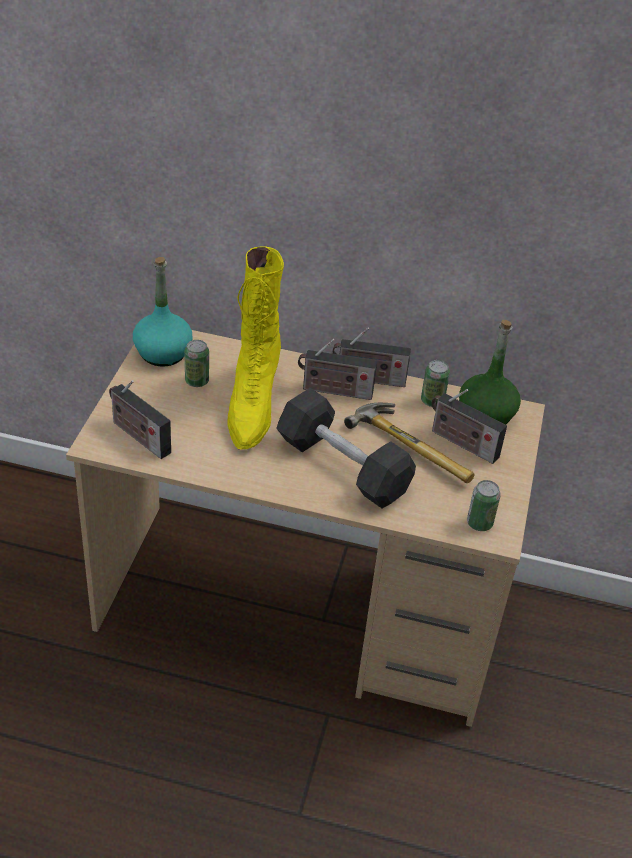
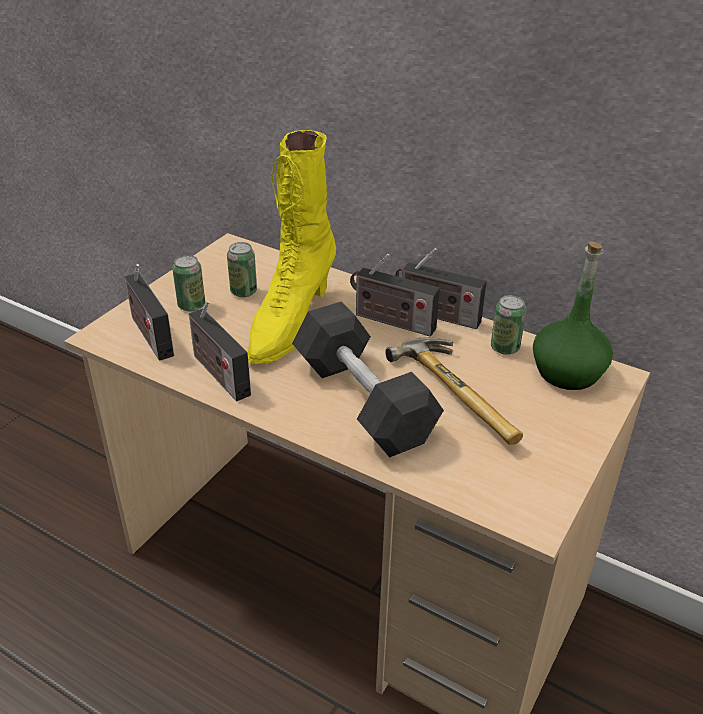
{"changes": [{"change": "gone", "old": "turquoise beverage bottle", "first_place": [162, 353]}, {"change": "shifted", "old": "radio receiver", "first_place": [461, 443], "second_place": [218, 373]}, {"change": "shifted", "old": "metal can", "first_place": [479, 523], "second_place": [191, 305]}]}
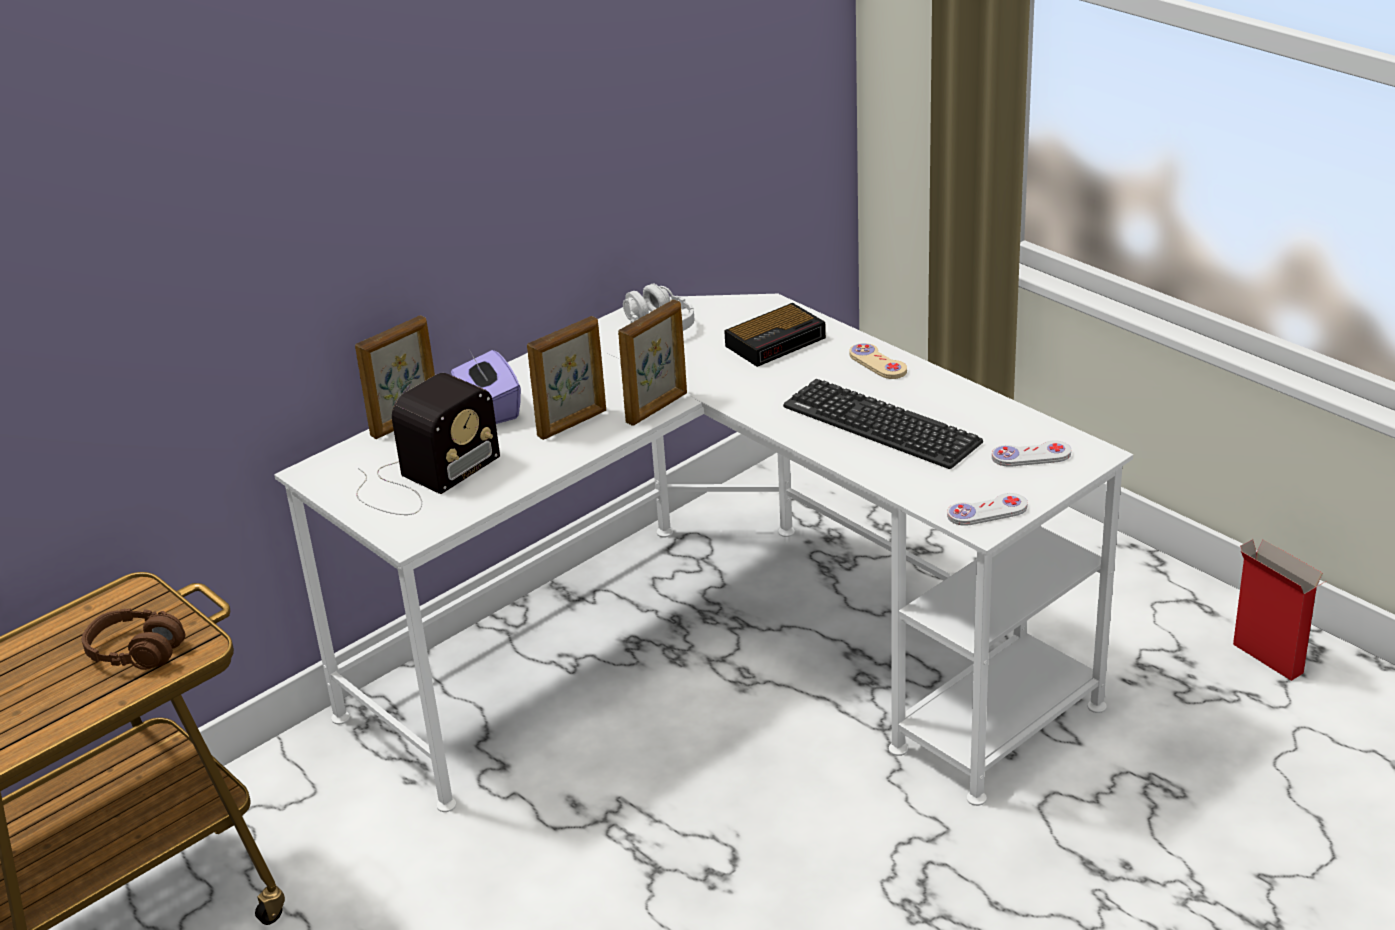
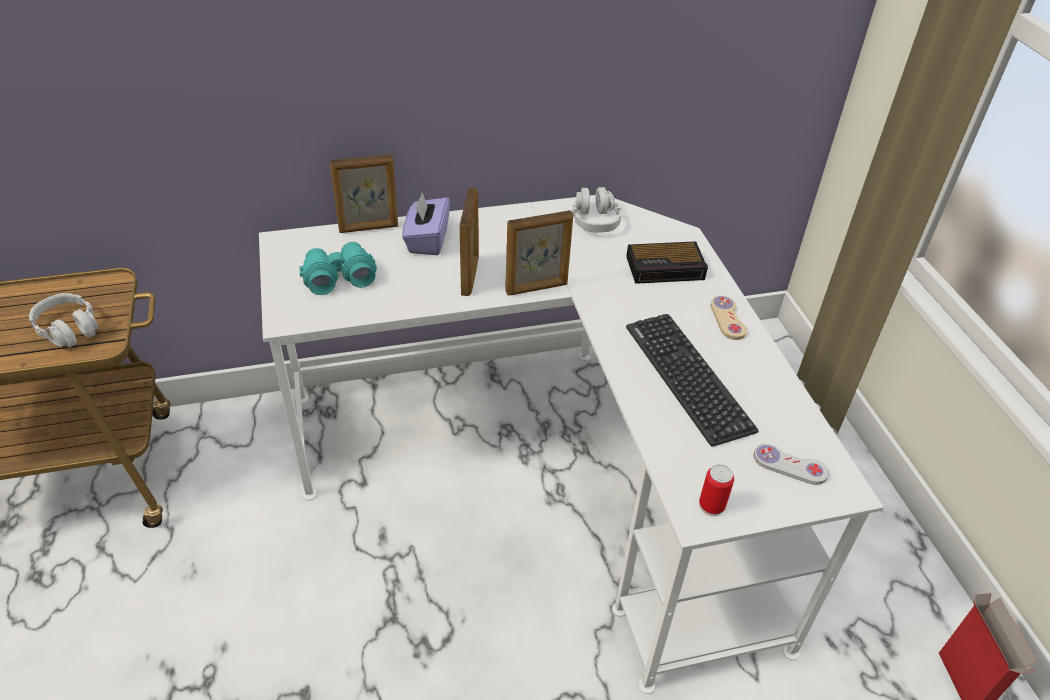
{"changes": [{"change": "rotated", "old": "picture frame", "first_place": [573, 424], "second_place": [470, 276], "degrees": -75}, {"change": "swapped", "old": "radio receiver", "new": "turquoise field glasses", "first_place": [423, 478], "second_place": [338, 277]}, {"change": "swapped", "old": "white-coloured game controller", "new": "metal can", "first_place": [987, 511], "second_place": [711, 505]}, {"change": "repainted", "old": "brown-coloured headset", "new": "greyish headset", "first_place": [137, 652], "second_place": [69, 329]}]}
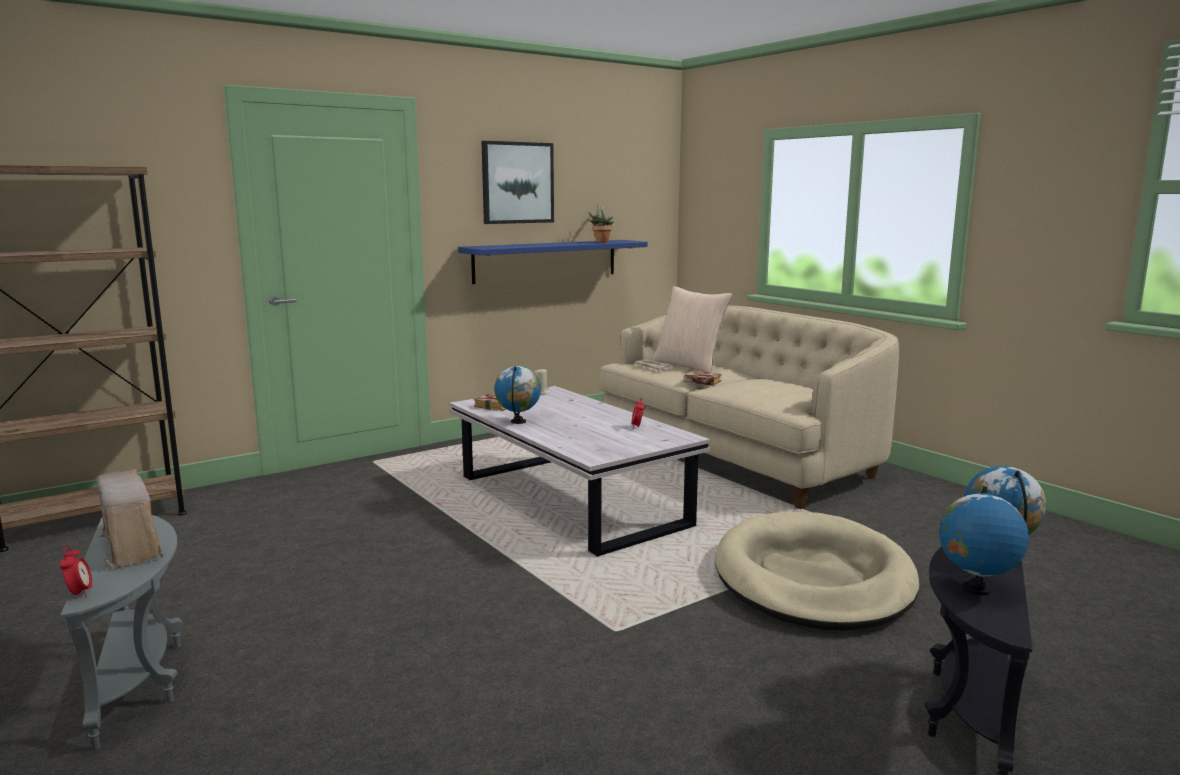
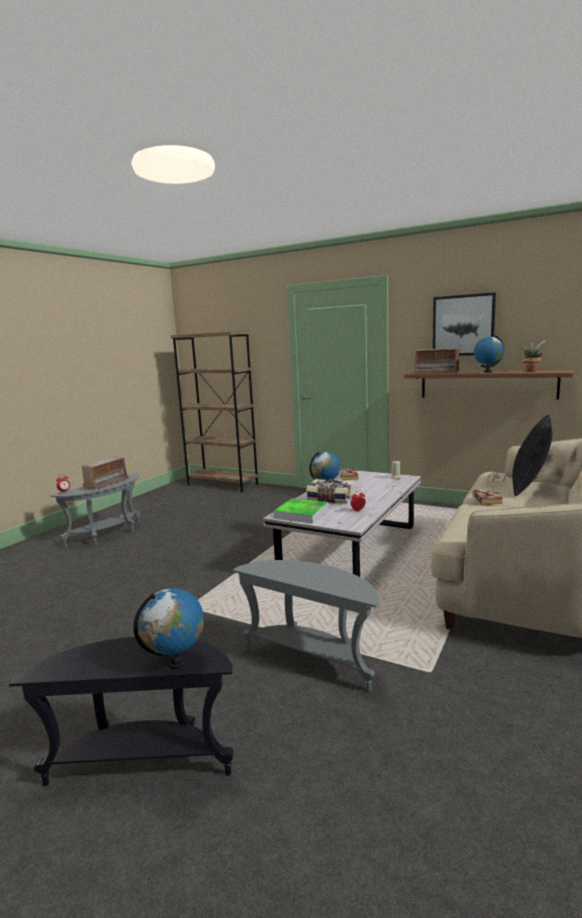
{"changes": [{"change": "repainted", "old": "blue-coloured wall shelf", "new": "brown-coloured wall shelf", "first_place": [546, 261], "second_place": [487, 384]}, {"change": "repainted", "old": "sand-coloured pillow", "new": "black-coloured pillow", "first_place": [689, 365], "second_place": [529, 487]}, {"change": "shifted", "old": "world globe", "first_place": [975, 589], "second_place": [487, 372]}, {"change": "swapped", "old": "sand-coloured dog bed", "new": "greyish end table", "first_place": [813, 579], "second_place": [312, 658]}, {"change": "new", "new": "radio receiver", "second_place": [437, 372]}, {"change": "new", "new": "volume", "second_place": [330, 499]}, {"change": "new", "new": "carrying tray", "second_place": [301, 514]}]}
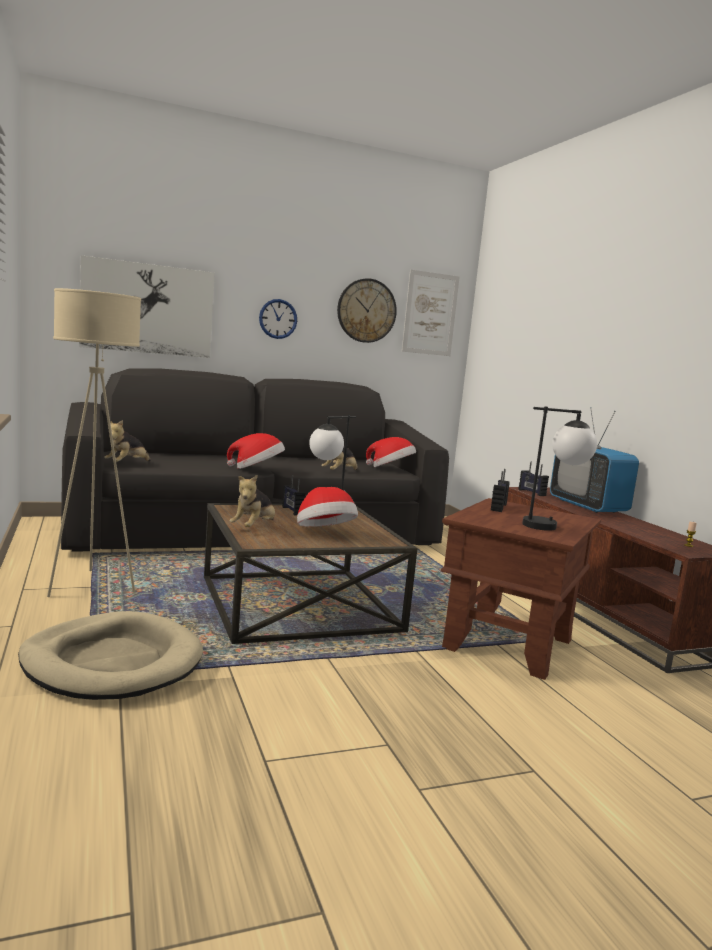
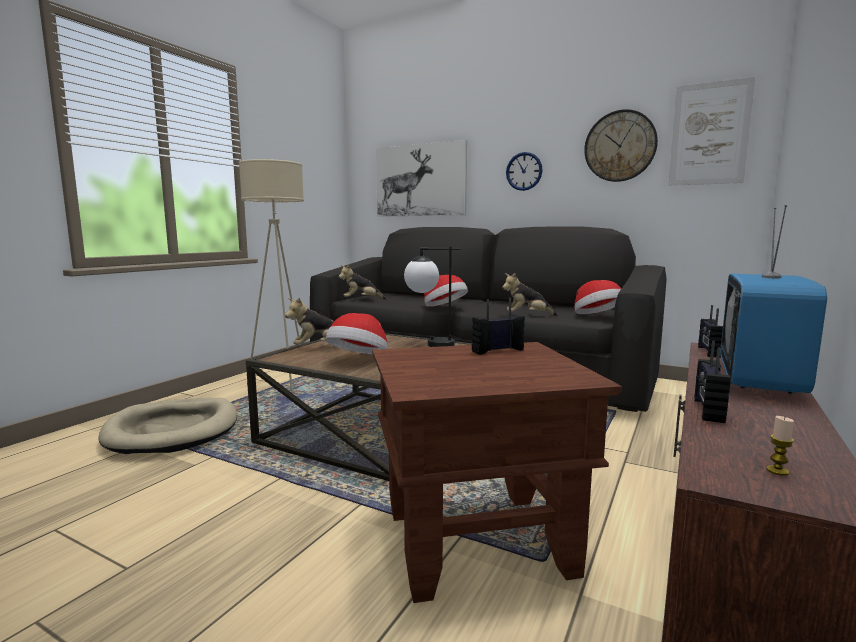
{"changes": [{"change": "gone", "old": "table lamp", "first_place": [552, 526]}, {"change": "shifted", "old": "radio receiver", "first_place": [292, 511], "second_place": [707, 410]}]}
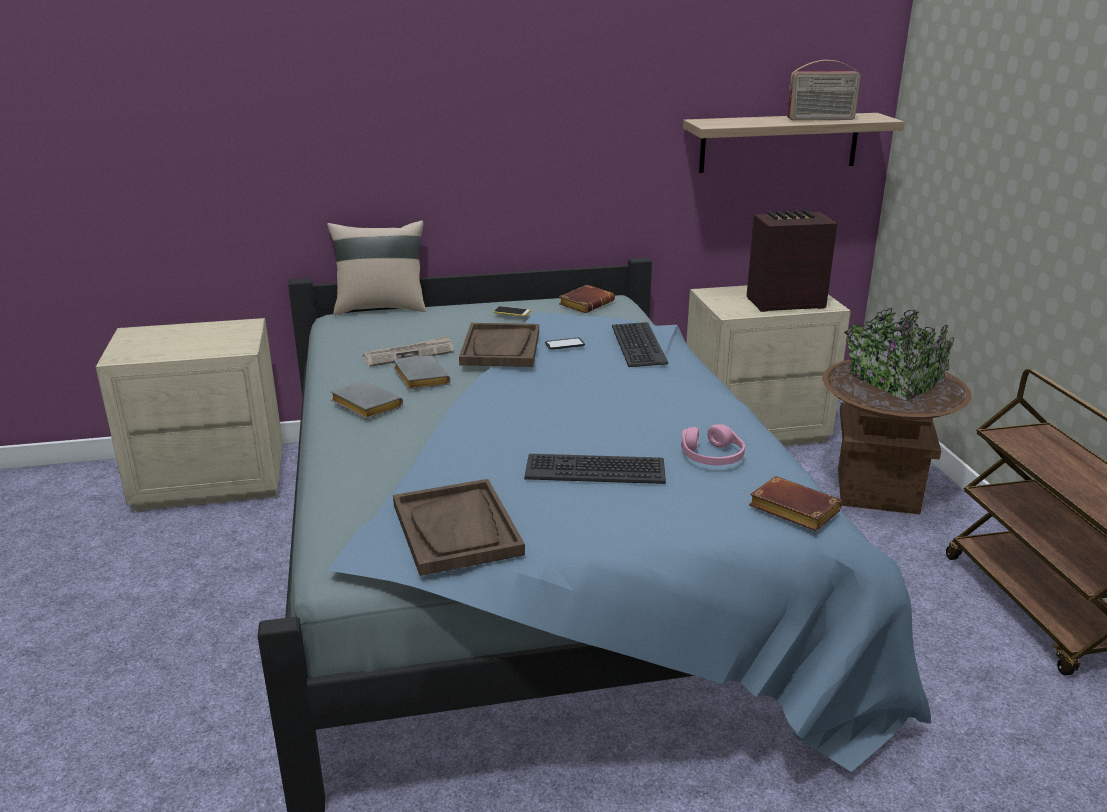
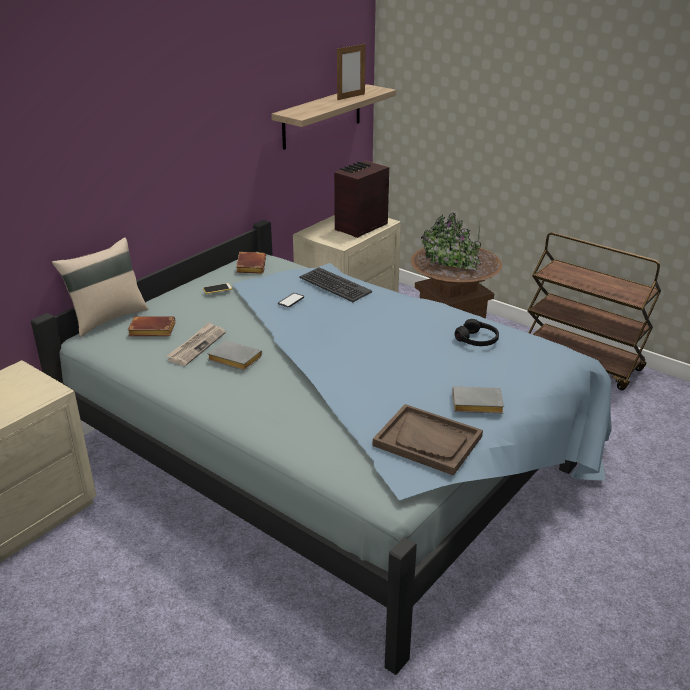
{"changes": [{"change": "swapped", "old": "radio receiver", "new": "picture frame", "first_place": [820, 119], "second_place": [351, 97]}, {"change": "gone", "old": "brown-coloured carrying tray", "first_place": [501, 348]}, {"change": "shifted", "old": "greyish volume", "first_place": [364, 406], "second_place": [475, 405]}, {"change": "repainted", "old": "pink headset", "new": "black-coloured headset", "first_place": [712, 456], "second_place": [477, 340]}, {"change": "gone", "old": "PC keyboard", "first_place": [595, 469]}, {"change": "shifted", "old": "brown-coloured volume", "first_place": [791, 510], "second_place": [151, 331]}]}
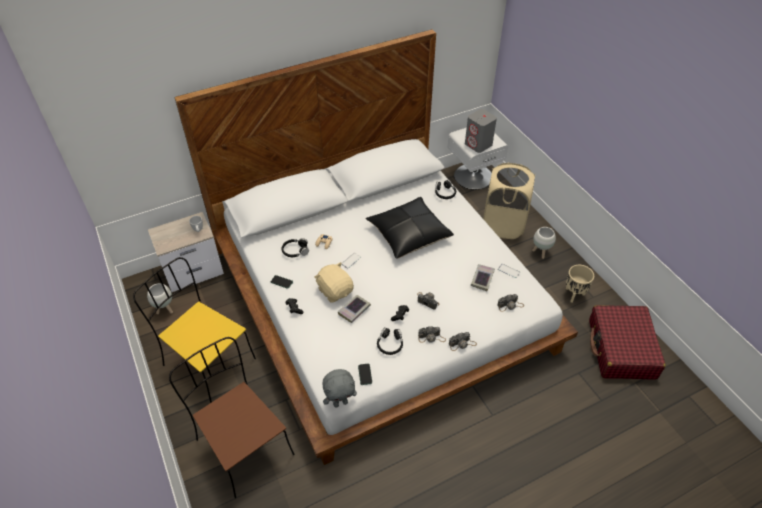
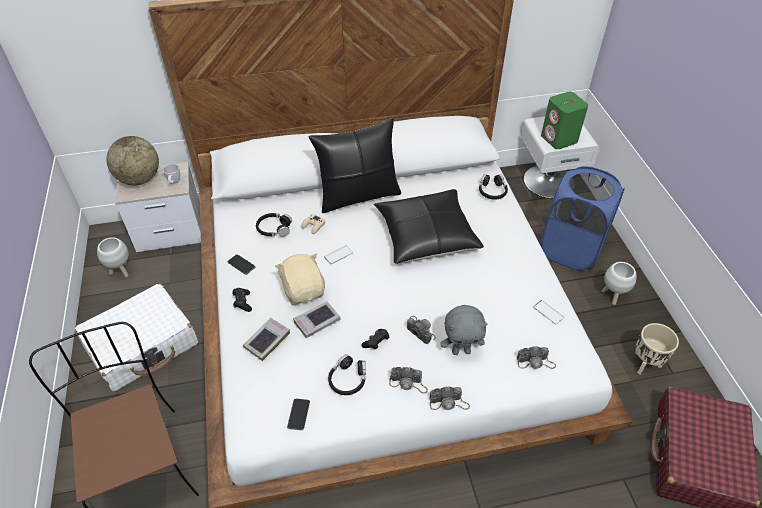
{"changes": [{"change": "repainted", "old": "greyish audio speaker", "new": "green-coloured audio speaker", "first_place": [478, 144], "second_place": [559, 139]}, {"change": "repainted", "old": "sand-coloured washing basket", "new": "blue-coloured washing basket", "first_place": [503, 225], "second_place": [571, 249]}, {"change": "swapped", "old": "yellowish plain chair", "new": "white-coloured travel case", "first_place": [207, 361], "second_place": [143, 345]}, {"change": "shifted", "old": "volume", "first_place": [482, 279], "second_place": [267, 341]}, {"change": "shifted", "old": "greyish cuddly toy", "first_place": [340, 402], "second_place": [461, 351]}, {"change": "new", "new": "black-coloured pillow", "second_place": [358, 196]}, {"change": "new", "new": "world globe", "second_place": [139, 179]}]}
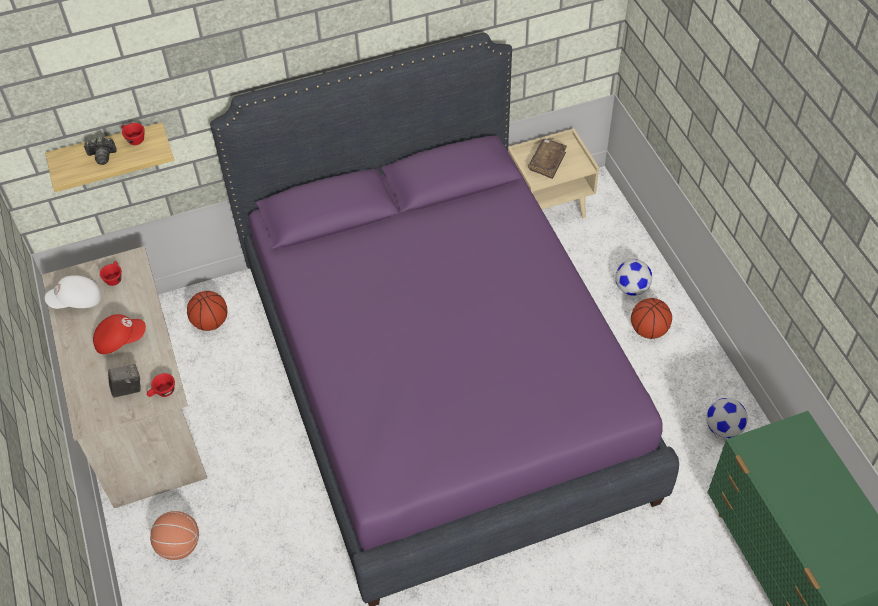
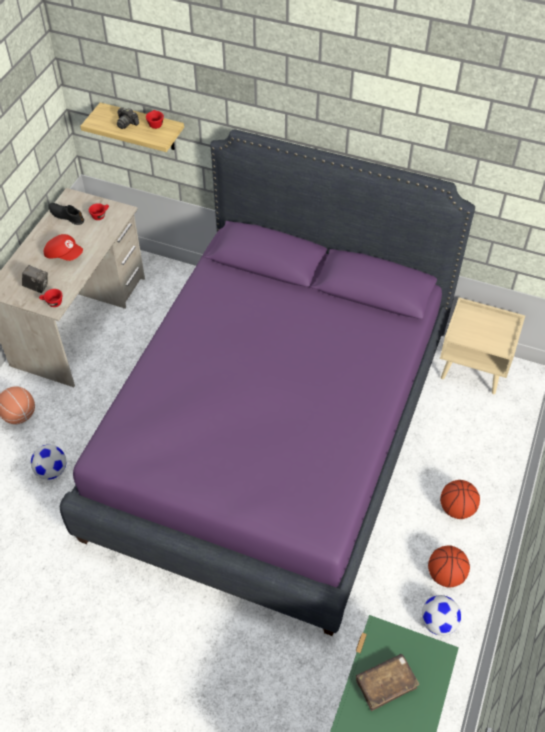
{"changes": [{"change": "shifted", "old": "brown-coloured volume", "first_place": [547, 162], "second_place": [386, 684]}, {"change": "shifted", "old": "ball for football", "first_place": [631, 288], "second_place": [52, 471]}, {"change": "swapped", "old": "white-coloured cap", "new": "black-coloured shoe", "first_place": [76, 301], "second_place": [66, 216]}, {"change": "shifted", "old": "ball for basketball", "first_place": [210, 323], "second_place": [445, 575]}]}
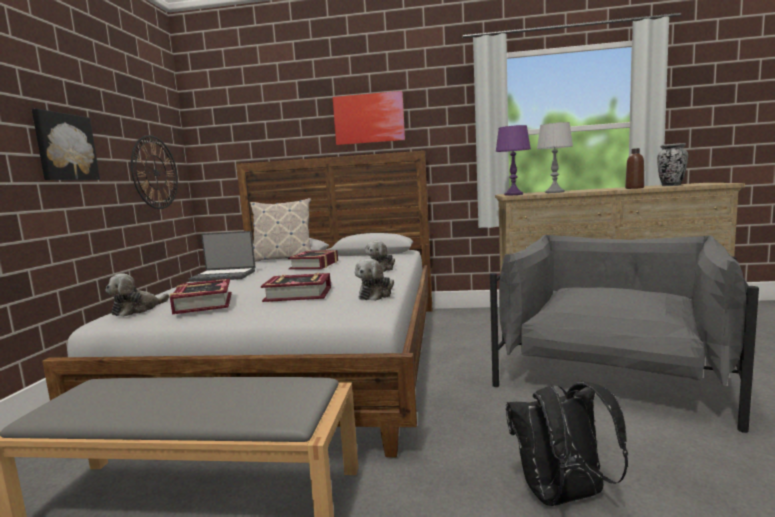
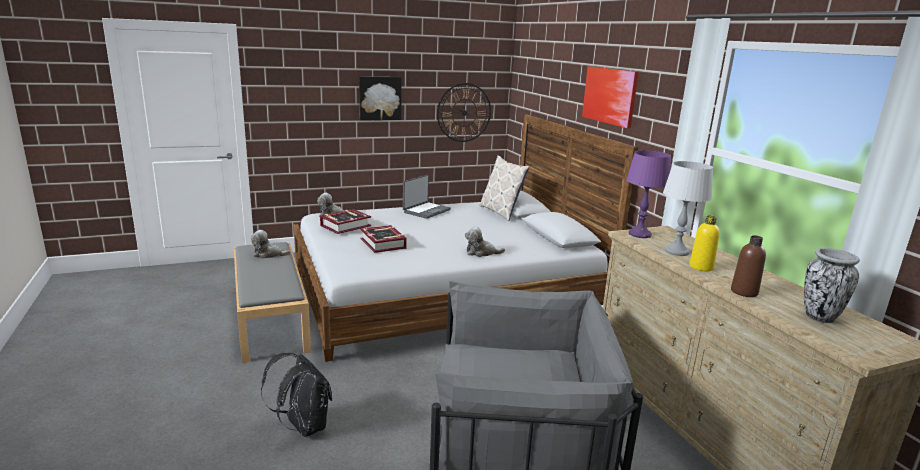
{"changes": [{"change": "rotated", "old": "notebook computer", "first_place": [224, 276], "second_place": [426, 211], "degrees": -120}, {"change": "gone", "old": "volume", "first_place": [315, 265]}, {"change": "shifted", "old": "cuddly toy", "first_place": [376, 295], "second_place": [268, 254]}, {"change": "new", "new": "yellowish beverage bottle", "second_place": [701, 267]}]}
